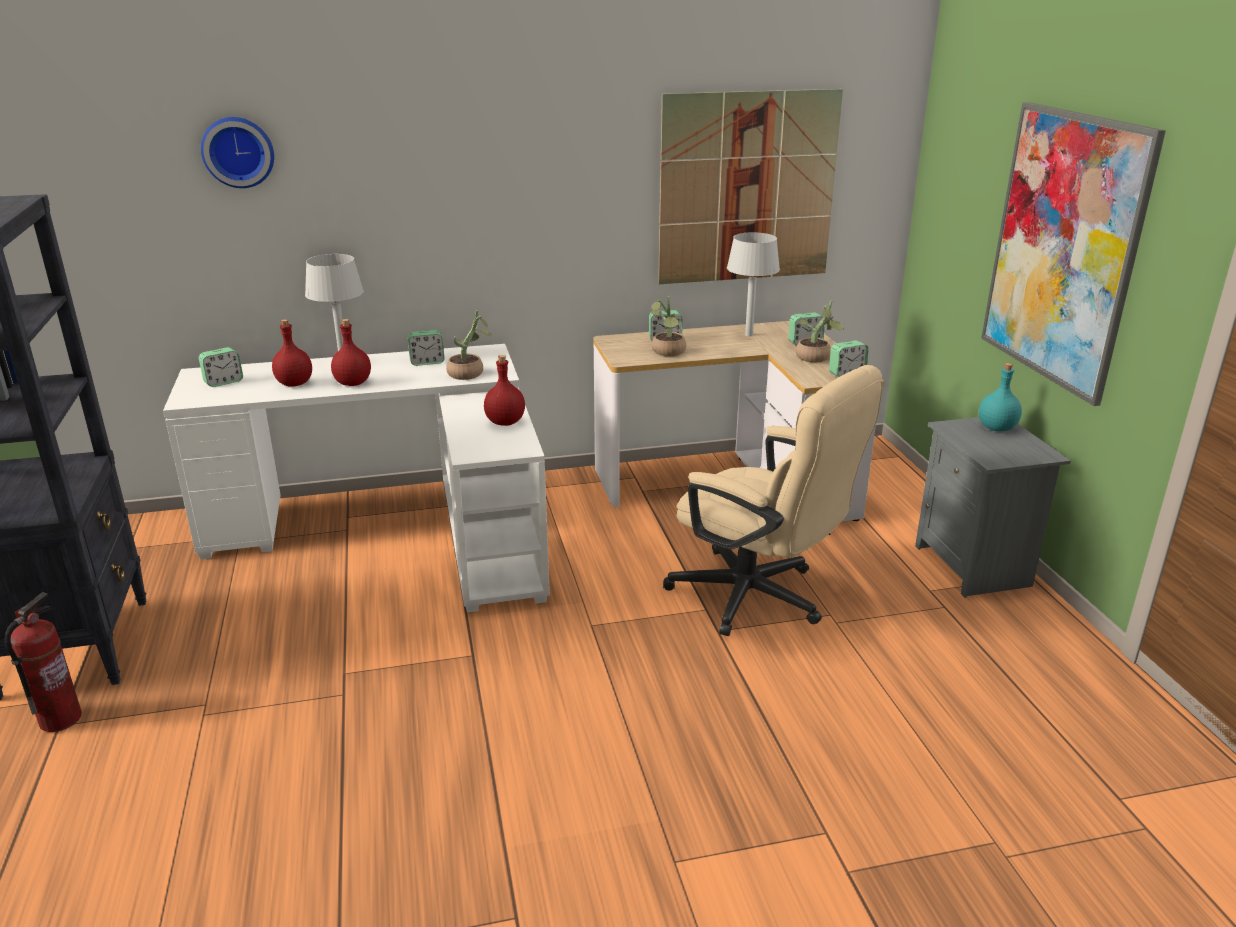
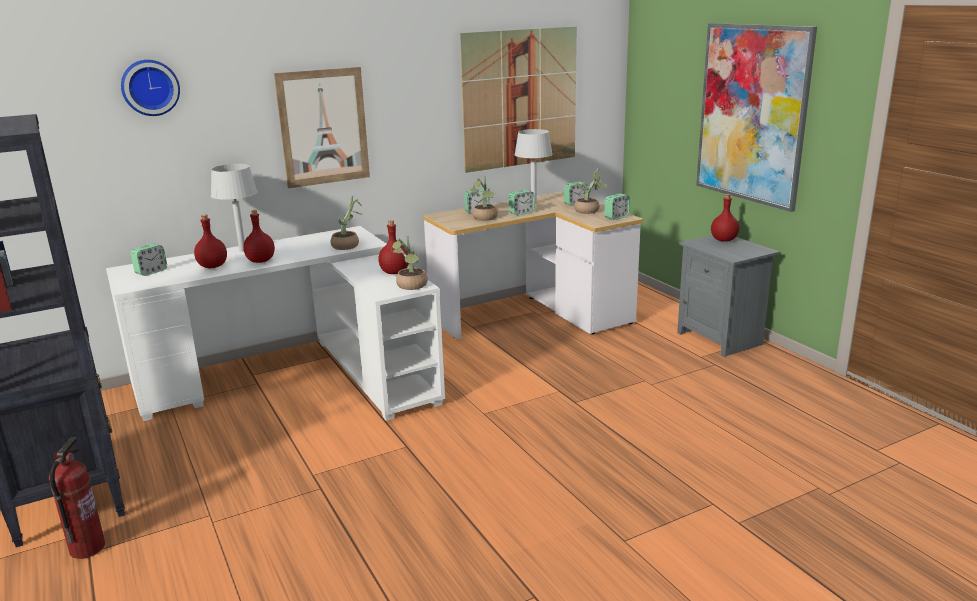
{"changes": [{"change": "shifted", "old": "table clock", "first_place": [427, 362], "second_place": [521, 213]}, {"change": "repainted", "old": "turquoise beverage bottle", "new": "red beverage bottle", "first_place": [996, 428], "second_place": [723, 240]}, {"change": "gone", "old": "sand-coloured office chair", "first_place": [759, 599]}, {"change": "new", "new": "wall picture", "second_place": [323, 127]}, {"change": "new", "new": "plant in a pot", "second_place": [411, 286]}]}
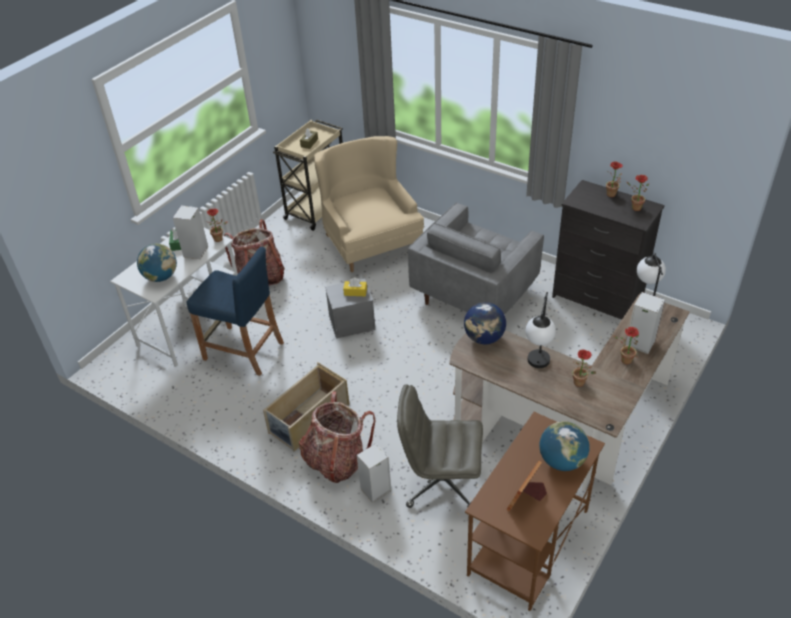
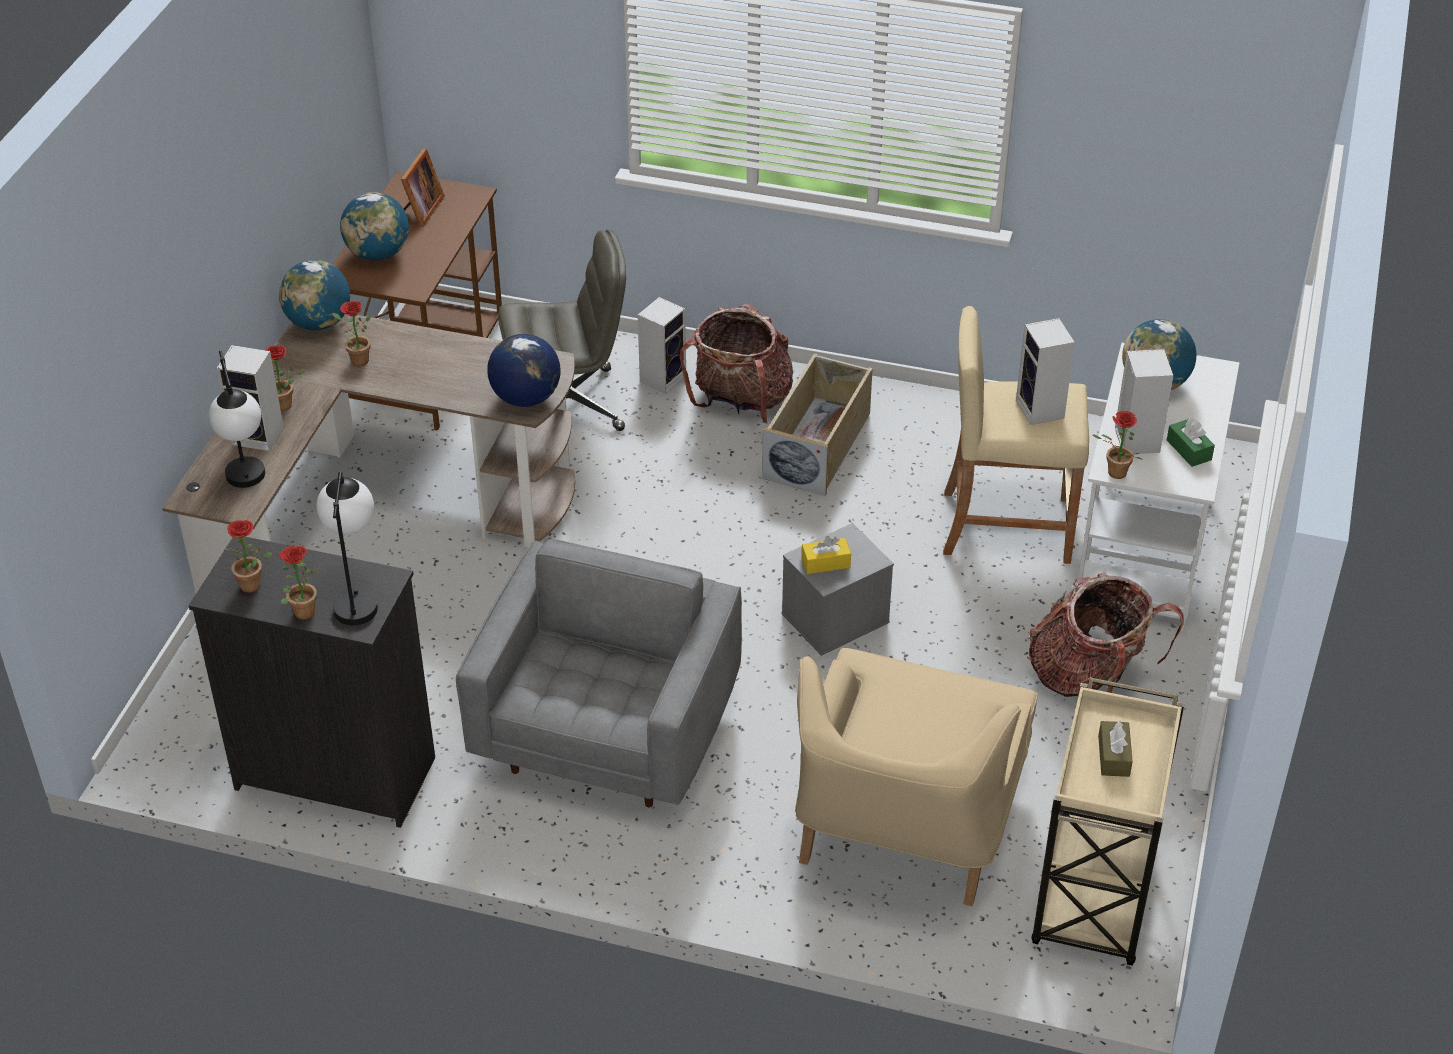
{"changes": [{"change": "rotated", "old": "sand-coloured easy chair", "first_place": [369, 241], "second_place": [904, 825], "degrees": 60}, {"change": "repainted", "old": "blue-coloured sitting stool", "new": "sand-coloured sitting stool", "first_place": [243, 351], "second_place": [1006, 526]}, {"change": "shifted", "old": "table lamp", "first_place": [537, 367], "second_place": [356, 596]}, {"change": "new", "new": "world globe", "second_place": [319, 323]}, {"change": "new", "new": "audio speaker", "second_place": [1041, 410]}]}
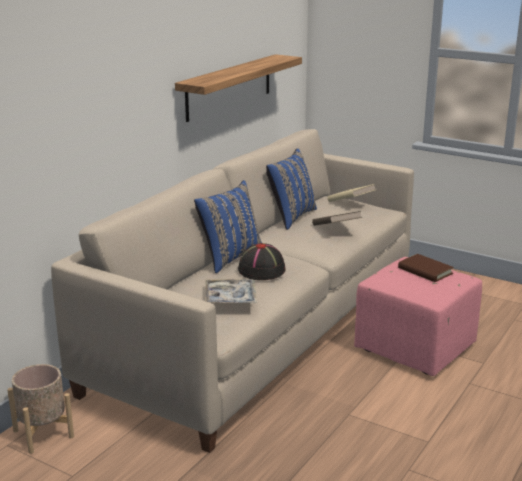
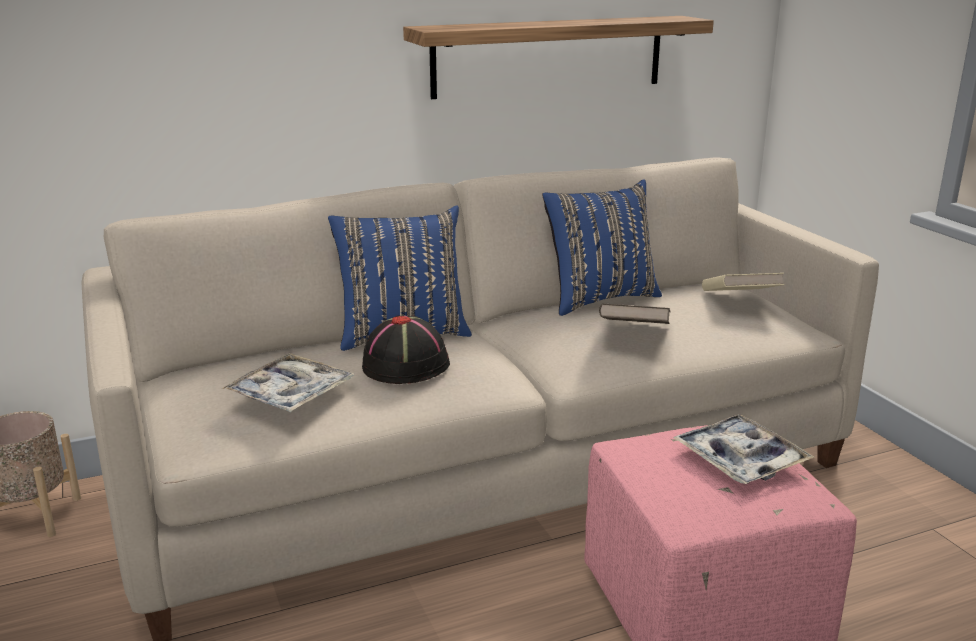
{"changes": [{"change": "swapped", "old": "brown-coloured volume", "new": "carrying tray", "first_place": [425, 271], "second_place": [740, 459]}]}
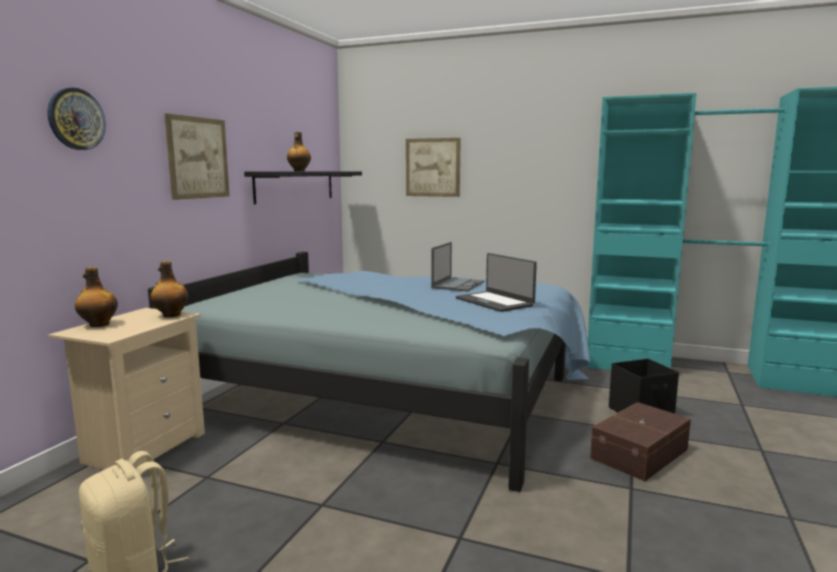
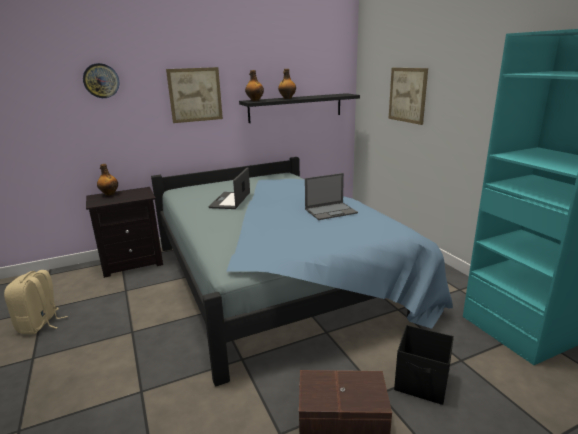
{"changes": [{"change": "shifted", "old": "notebook computer", "first_place": [495, 302], "second_place": [231, 201]}, {"change": "shifted", "old": "beverage bottle", "first_place": [171, 315], "second_place": [255, 100]}, {"change": "repainted", "old": "sand-coloured night table", "new": "black-coloured night table", "first_place": [142, 448], "second_place": [133, 263]}]}
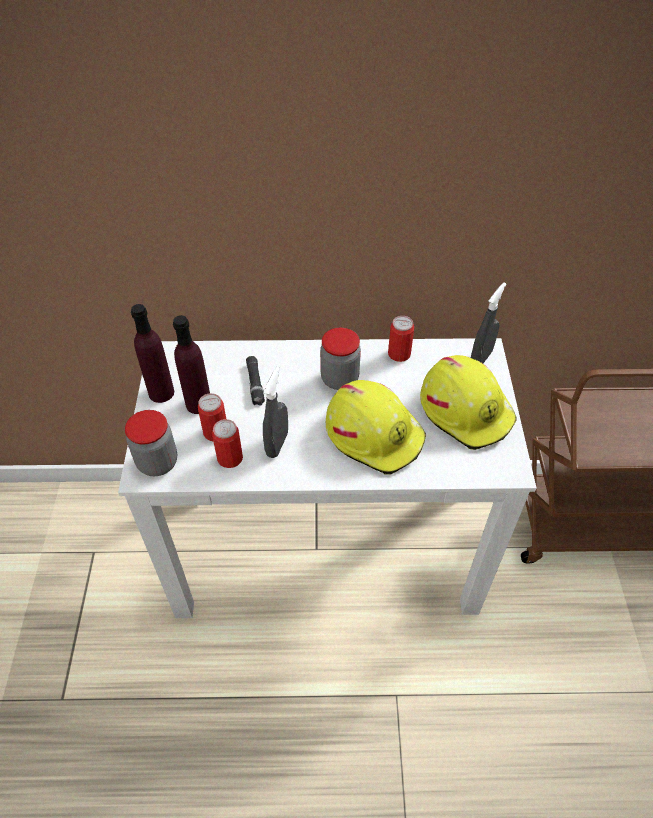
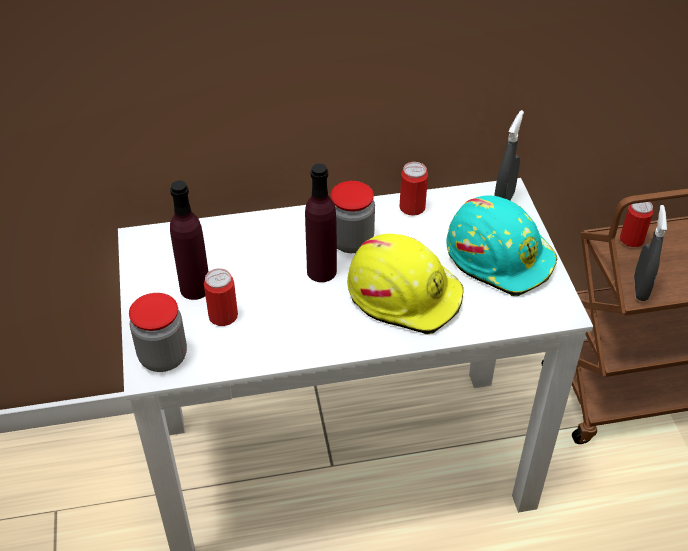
{"changes": [{"change": "shifted", "old": "purplish beverage bottle", "first_place": [161, 392], "second_place": [321, 271]}, {"change": "repainted", "old": "yellowish work helmet", "new": "turquoise work helmet", "first_place": [466, 410], "second_place": [500, 256]}, {"change": "gone", "old": "black-coloured torch", "first_place": [255, 384]}, {"change": "shifted", "old": "greyish spray bottle", "first_place": [277, 444], "second_place": [640, 288]}, {"change": "shifted", "old": "metal can", "first_place": [230, 458], "second_place": [631, 239]}]}
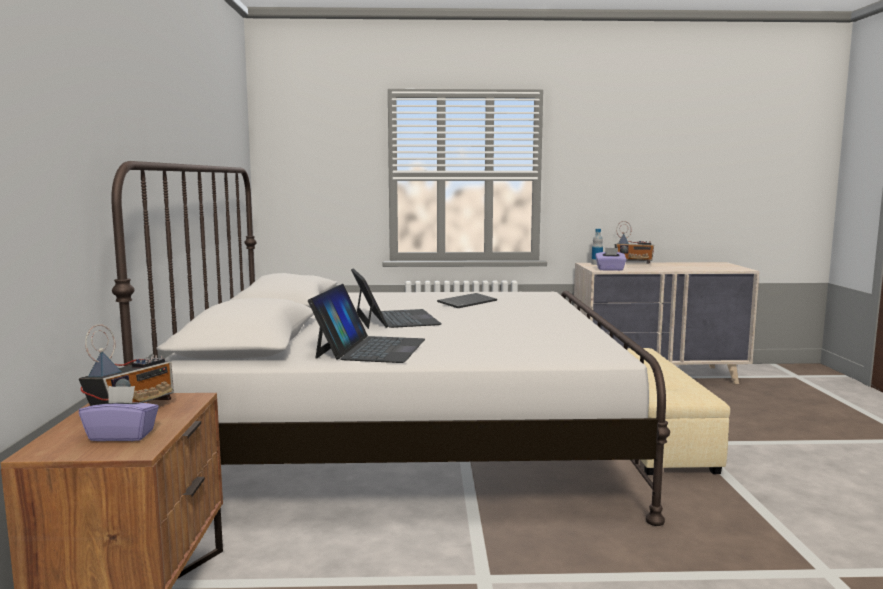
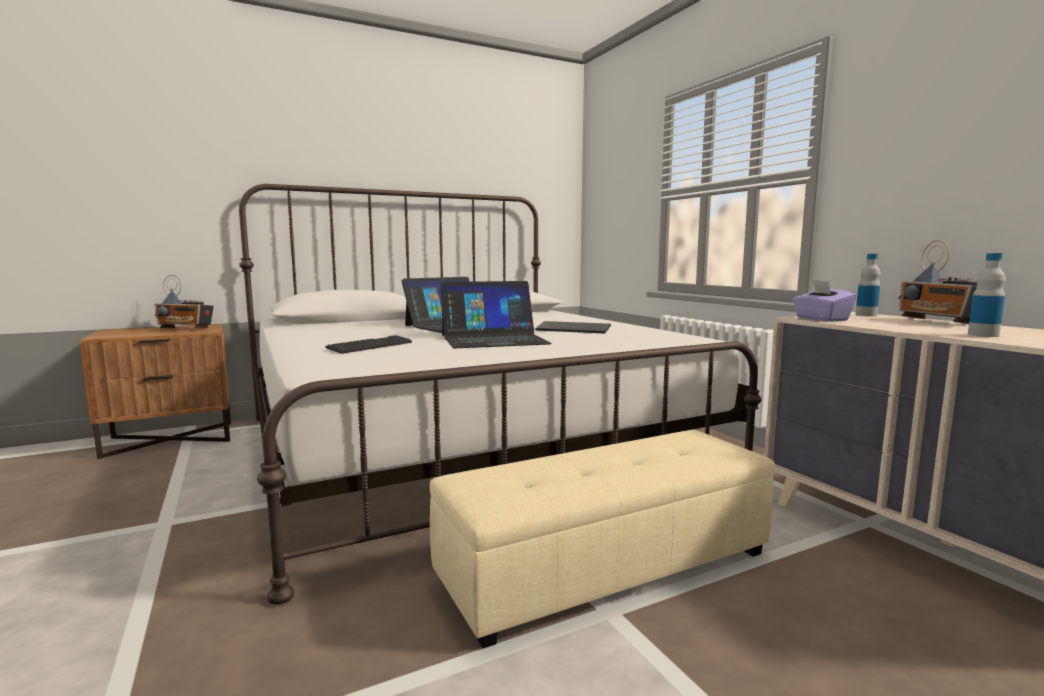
{"changes": [{"change": "shifted", "old": "notebook computer", "first_place": [370, 348], "second_place": [493, 339]}, {"change": "gone", "old": "purplish box of tissues", "first_place": [122, 435]}, {"change": "new", "new": "beverage bottle", "second_place": [983, 335]}, {"change": "new", "new": "PC keyboard", "second_place": [370, 346]}]}
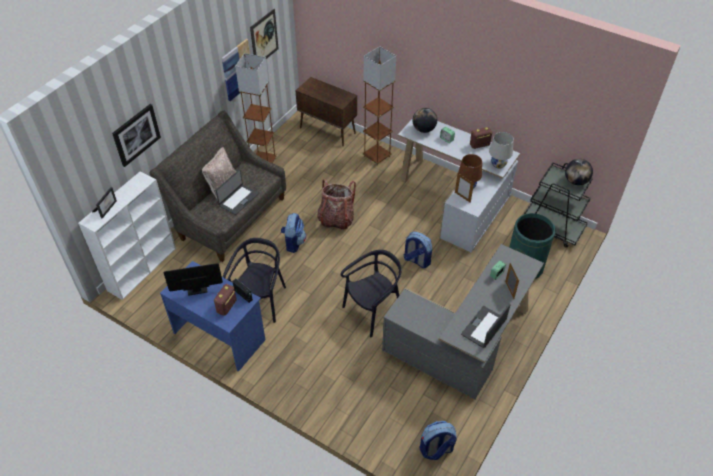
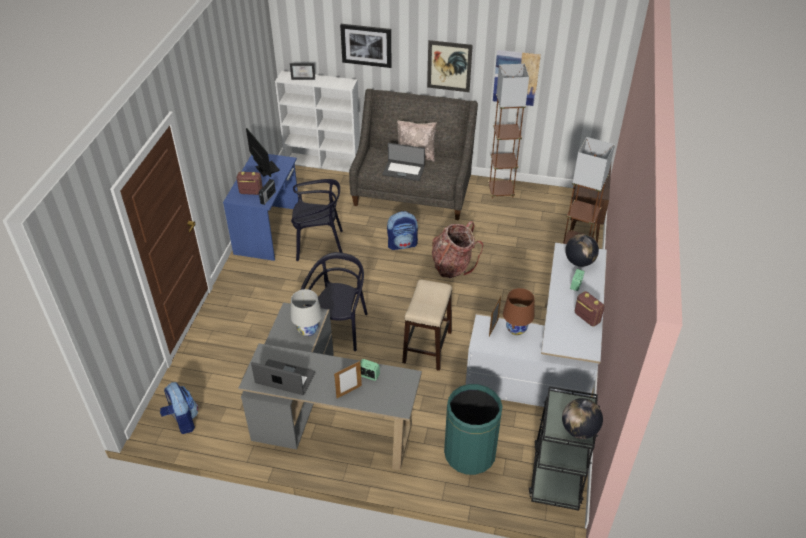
{"changes": [{"change": "shifted", "old": "wall picture", "first_place": [264, 38], "second_place": [449, 66]}, {"change": "shifted", "old": "white-coloured table lamp", "first_place": [498, 164], "second_place": [307, 330]}, {"change": "swapped", "old": "rucksack", "new": "sitting stool", "first_place": [416, 260], "second_place": [427, 346]}, {"change": "rotated", "old": "black-coloured plain chair", "first_place": [373, 311], "second_place": [339, 328], "degrees": -105}]}
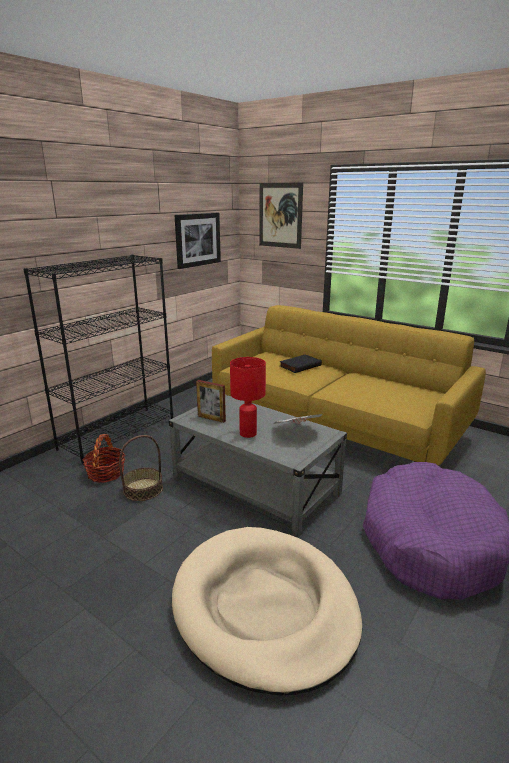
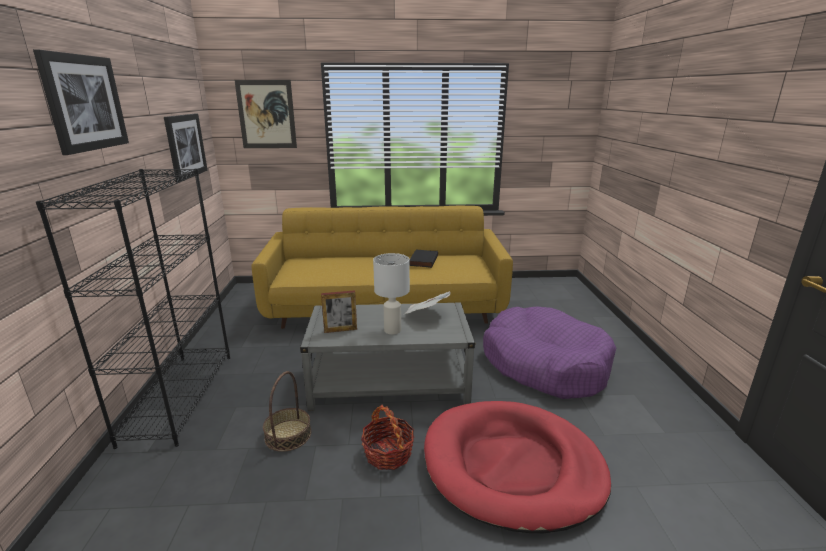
{"changes": [{"change": "shifted", "old": "black-coloured volume", "first_place": [300, 365], "second_place": [422, 260]}, {"change": "repainted", "old": "red table lamp", "new": "white-coloured table lamp", "first_place": [247, 433], "second_place": [392, 330]}, {"change": "shifted", "old": "storage basket", "first_place": [106, 473], "second_place": [388, 453]}, {"change": "repainted", "old": "sand-coloured dog bed", "new": "red dog bed", "first_place": [264, 608], "second_place": [512, 466]}, {"change": "new", "new": "wall picture", "second_place": [84, 103]}]}
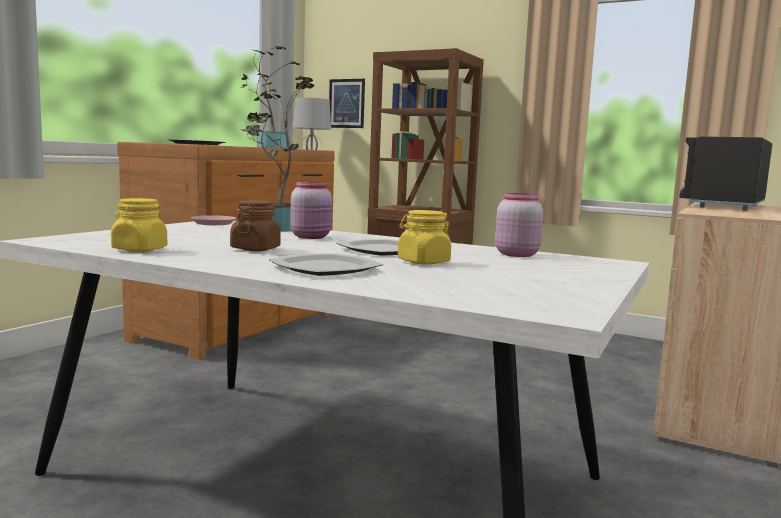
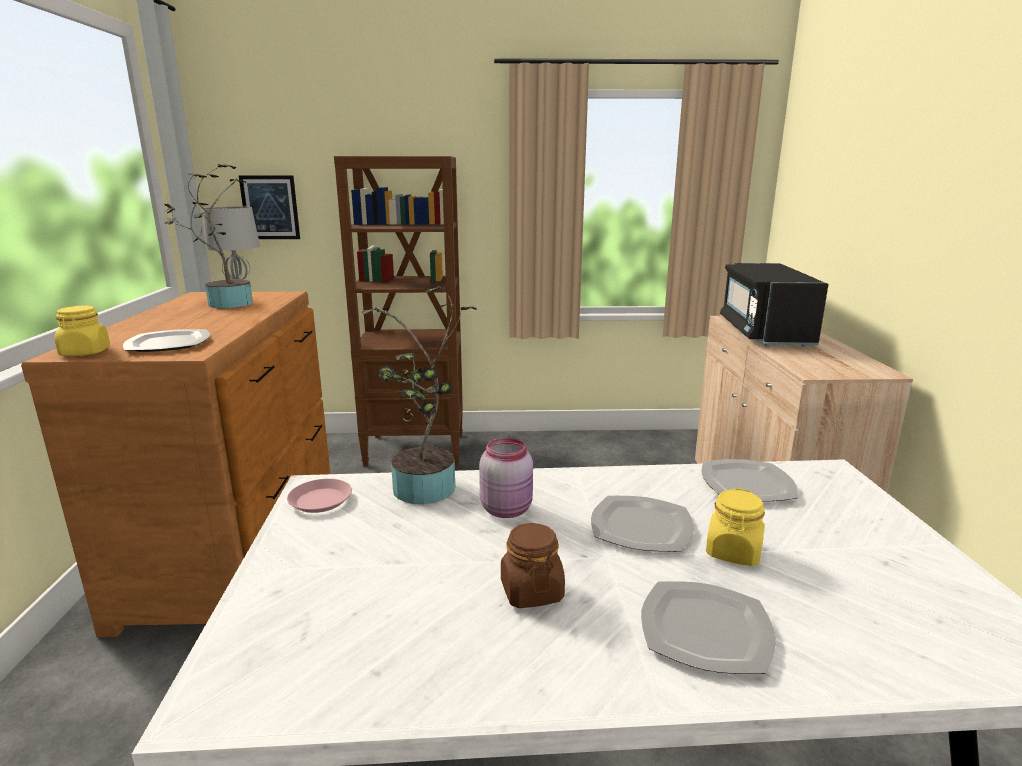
{"changes": [{"change": "swapped", "old": "pink jar", "new": "plate", "first_place": [516, 254], "second_place": [746, 483]}, {"change": "shifted", "old": "yellowish jar", "first_place": [139, 249], "second_place": [85, 352]}]}
